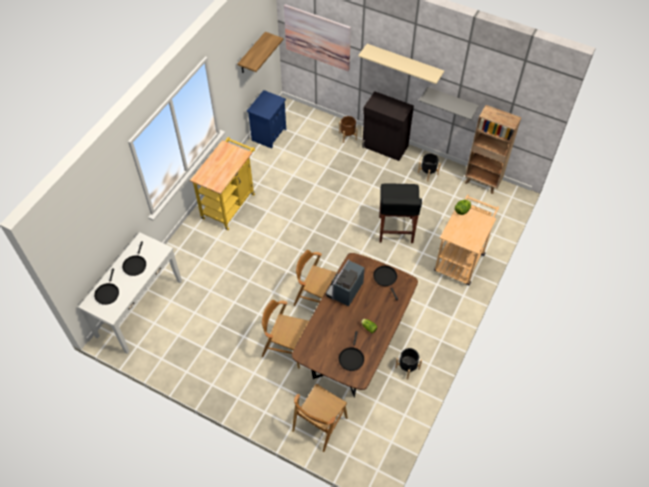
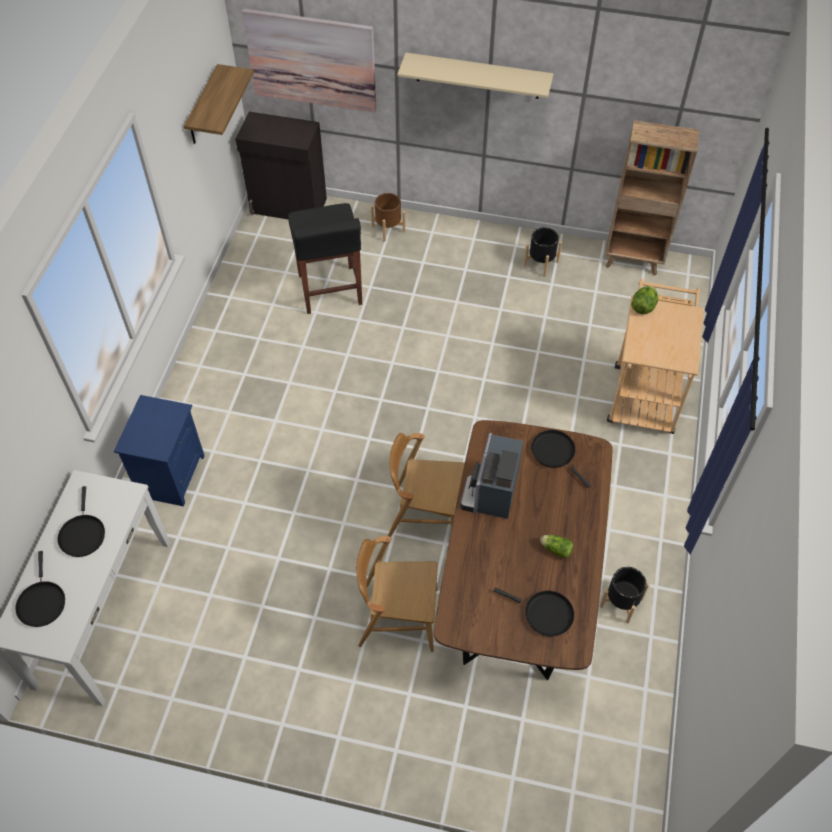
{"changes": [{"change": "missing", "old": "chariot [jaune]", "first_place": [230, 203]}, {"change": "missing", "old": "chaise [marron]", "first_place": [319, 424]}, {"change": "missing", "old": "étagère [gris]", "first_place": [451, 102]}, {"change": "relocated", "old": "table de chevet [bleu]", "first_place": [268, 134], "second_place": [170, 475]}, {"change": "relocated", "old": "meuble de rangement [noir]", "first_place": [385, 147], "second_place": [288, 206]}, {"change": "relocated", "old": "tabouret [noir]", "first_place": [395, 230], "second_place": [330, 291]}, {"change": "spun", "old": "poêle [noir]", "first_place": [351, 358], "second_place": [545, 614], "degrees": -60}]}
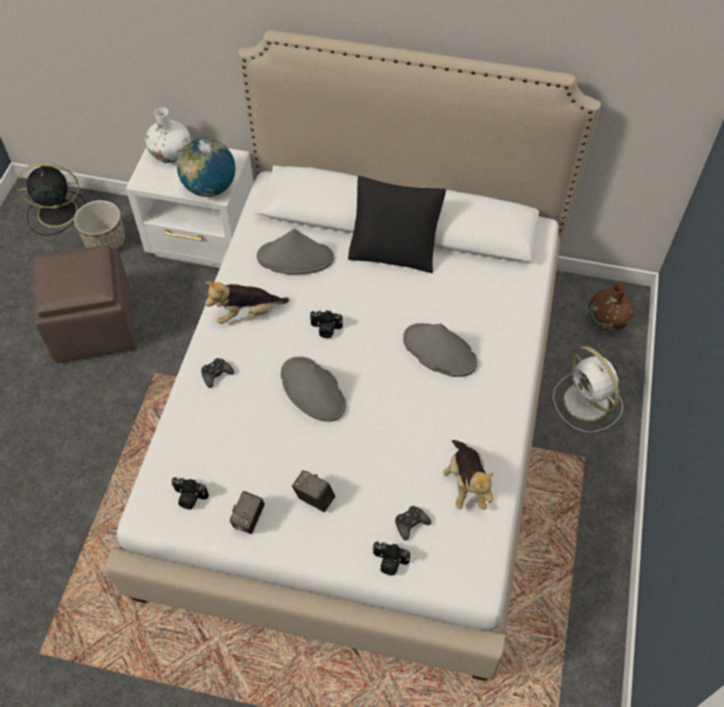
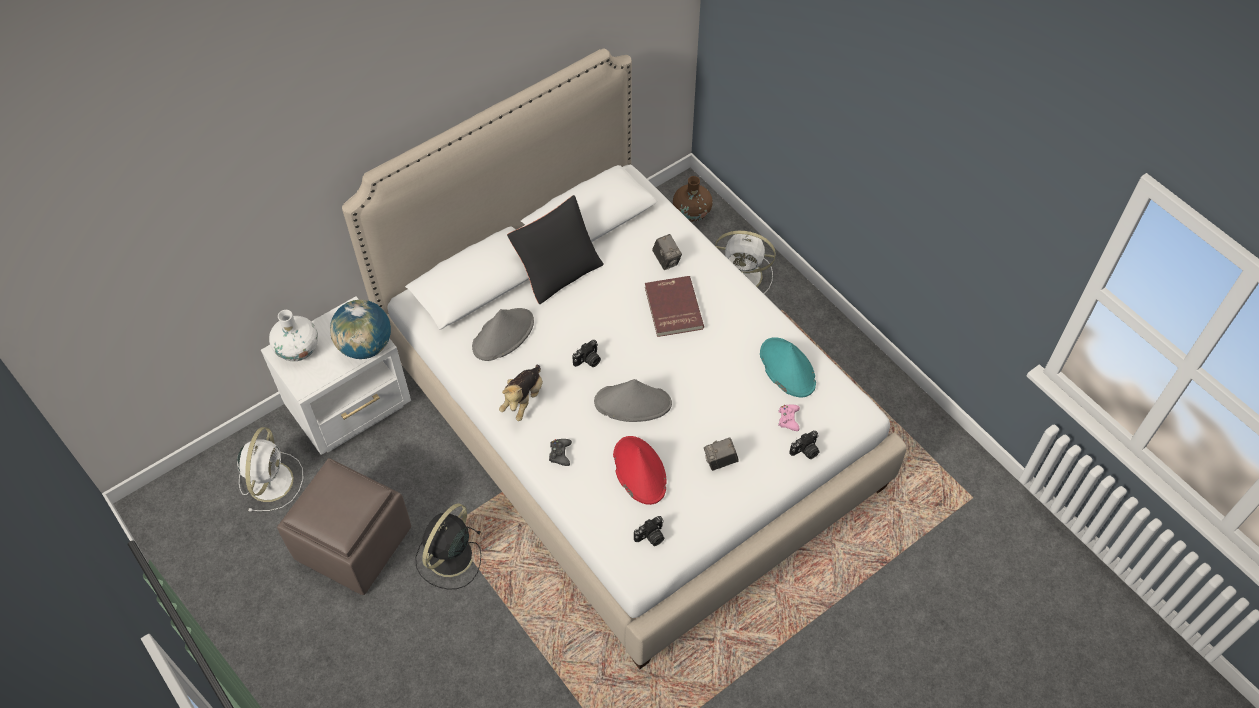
{"changes": [{"change": "appeared", "new": "chapeau [rouge]", "second_place": [639, 470]}, {"change": "relocated", "old": "ventilateur [noir]", "first_place": [55, 212], "second_place": [449, 557]}, {"change": "relocated", "old": "appareil photo", "first_place": [249, 519], "second_place": [666, 260]}, {"change": "exchanged", "old": "cache-pot", "new": "ventilateur [blanc]", "first_place": [106, 242], "second_place": [271, 480]}, {"change": "exchanged", "old": "chapeau [gris]", "new": "livre [rouge]", "first_place": [439, 351], "second_place": [672, 308]}, {"change": "exchanged", "old": "peluche", "new": "chapeau [turquoise]", "first_place": [466, 483], "second_place": [787, 368]}, {"change": "colour", "old": "manette [noir]", "new": "manette [rose]", "first_place": [411, 523], "second_place": [788, 419]}]}
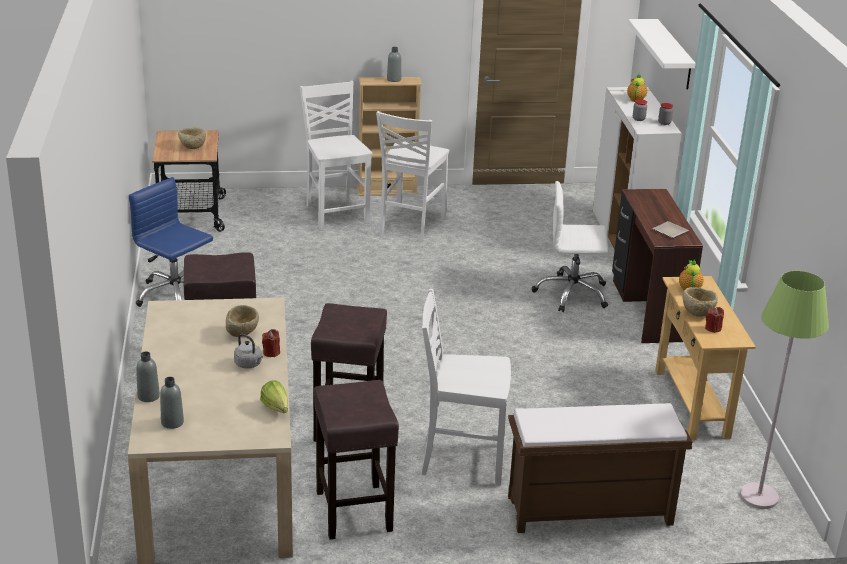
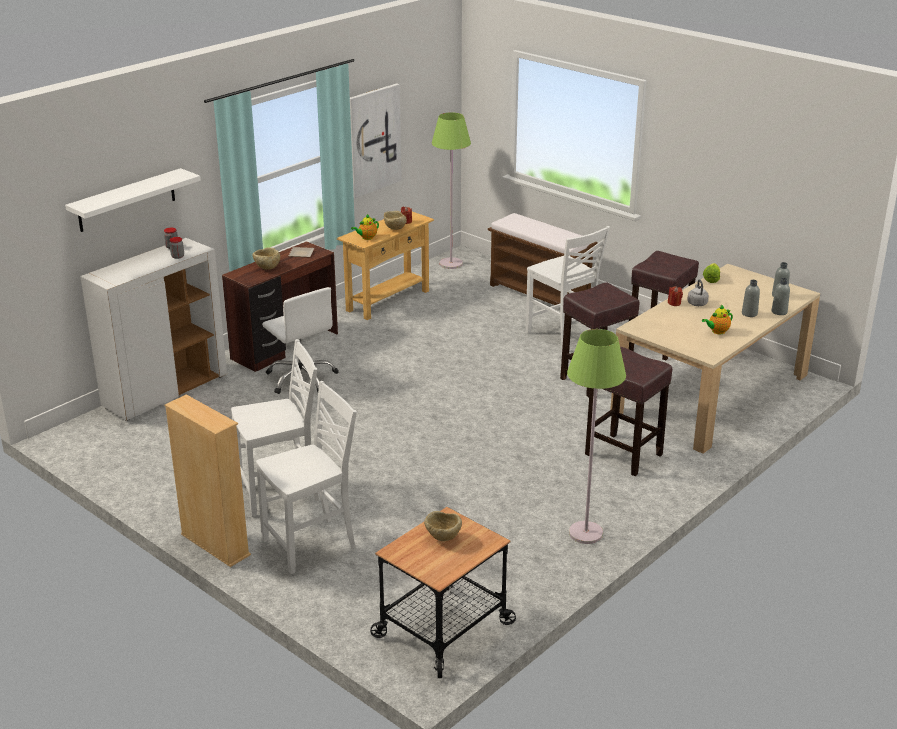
{"changes": [{"change": "appeared", "new": "tableau", "second_place": [373, 140]}, {"change": "relocated", "old": "bol [beige]", "first_place": [242, 334], "second_place": [267, 267]}, {"change": "relocated", "old": "bouteille [gris]", "first_place": [394, 79], "second_place": [749, 314]}, {"change": "relocated", "old": "théière", "first_place": [636, 99], "second_place": [717, 331]}, {"change": "exchanged", "old": "chaise de bureau [bleu]", "new": "lampadaire [vert]", "first_place": [175, 295], "second_place": [585, 533]}, {"change": "spun", "old": "chaise [blanc]", "first_place": [336, 214], "second_place": [311, 545], "degrees": -150}]}
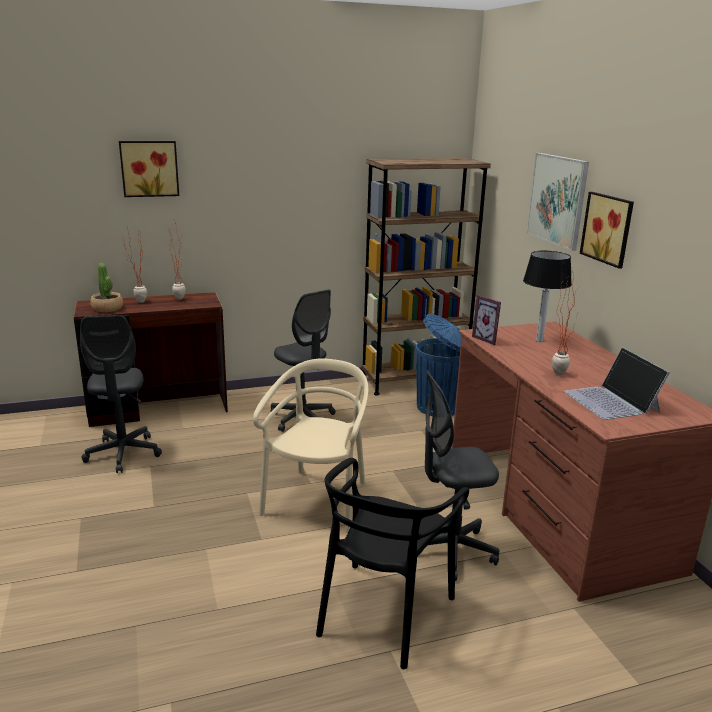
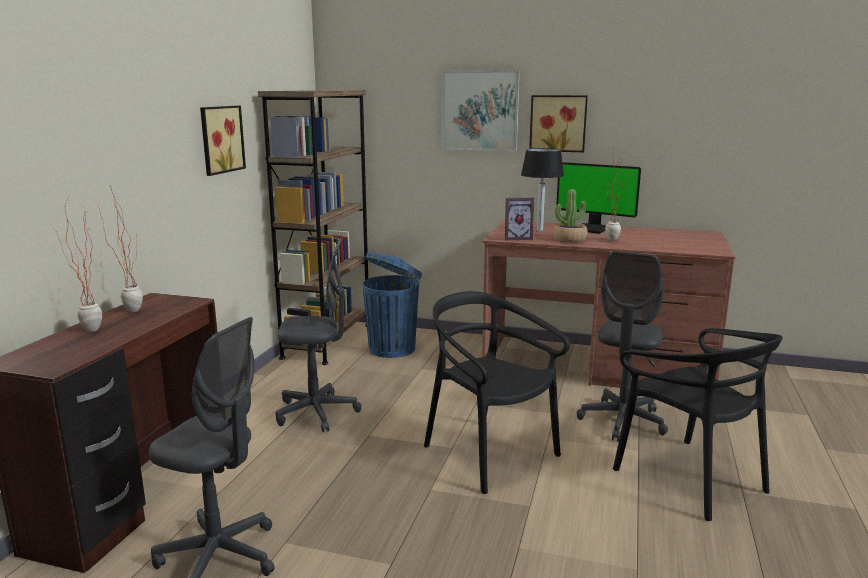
{"changes": [{"change": "missing", "old": "ordinateur portable", "first_place": [612, 401]}, {"change": "appeared", "new": "écran d'ordinateur", "second_place": [591, 229]}, {"change": "relocated", "old": "plante en pot", "first_place": [107, 308], "second_place": [569, 239]}, {"change": "relocated", "old": "tableau", "first_place": [149, 168], "second_place": [220, 139]}, {"change": "colour", "old": "chaise [beige]", "new": "chaise [noir]", "first_place": [318, 500], "second_place": [489, 454]}]}
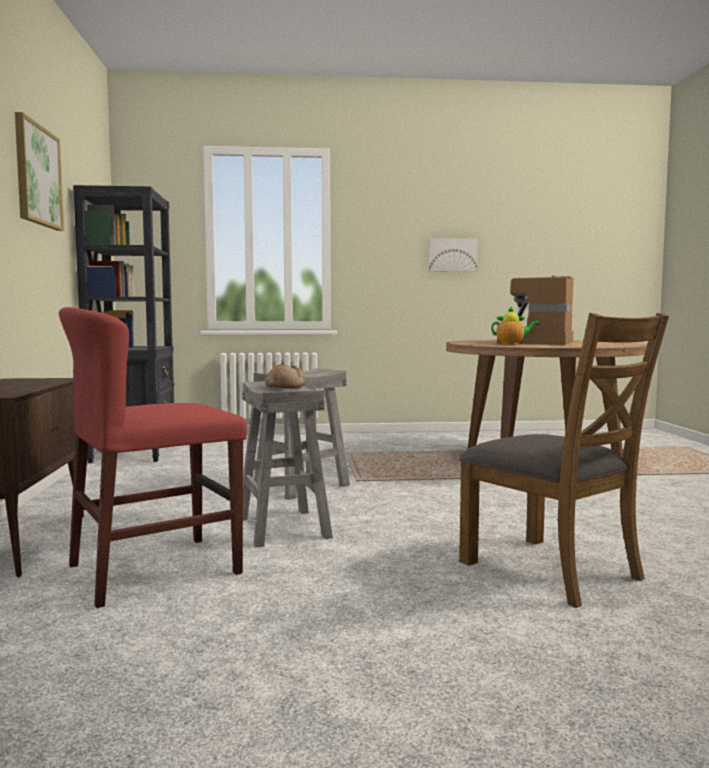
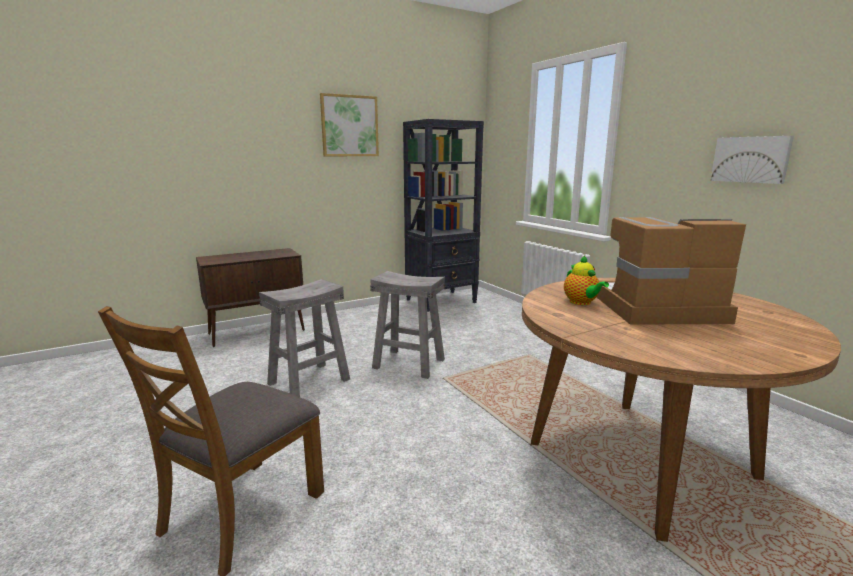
{"changes": [{"change": "missing", "old": "chaise [rouge]", "first_place": [155, 569]}, {"change": "missing", "old": "pain", "first_place": [286, 386]}]}
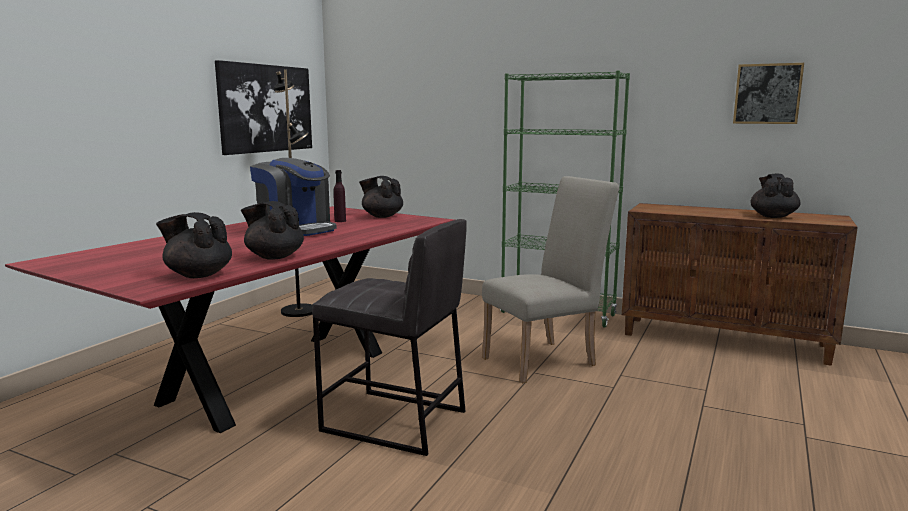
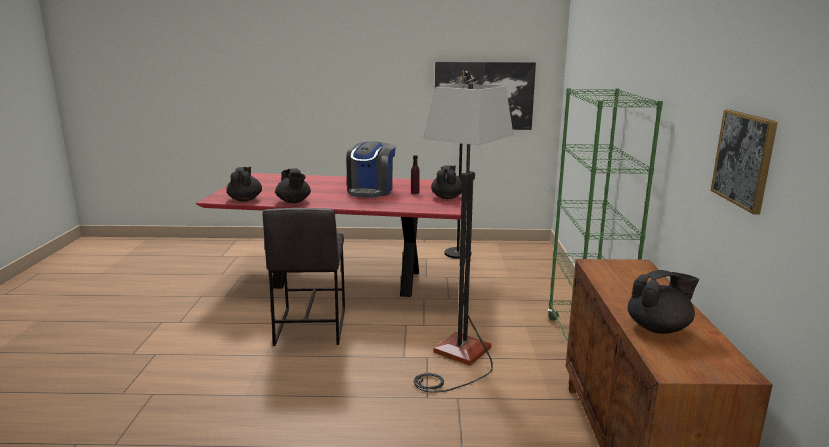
{"changes": [{"change": "exchanged", "old": "chaise [beige]", "new": "lampadaire", "first_place": [546, 360], "second_place": [458, 358]}, {"change": "spun", "old": "théière [noir]", "first_place": [274, 257], "second_place": [294, 202], "degrees": 150}]}
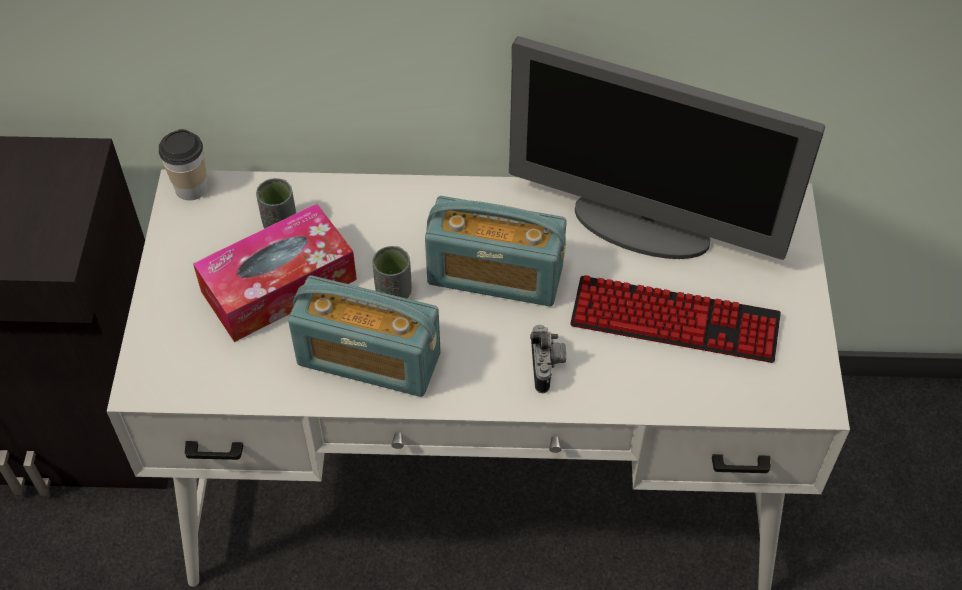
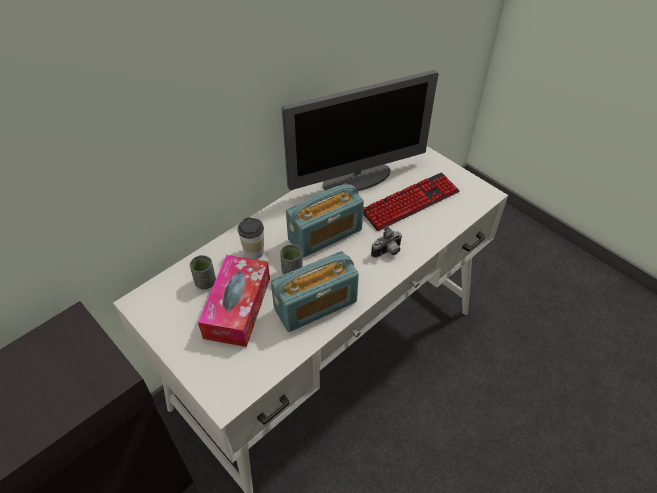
{"changes": [{"change": "relocated", "old": "tasse", "first_place": [191, 188], "second_place": [254, 252]}, {"change": "spun", "old": "appareil photo", "first_place": [547, 366], "second_place": [387, 252], "degrees": 105}]}
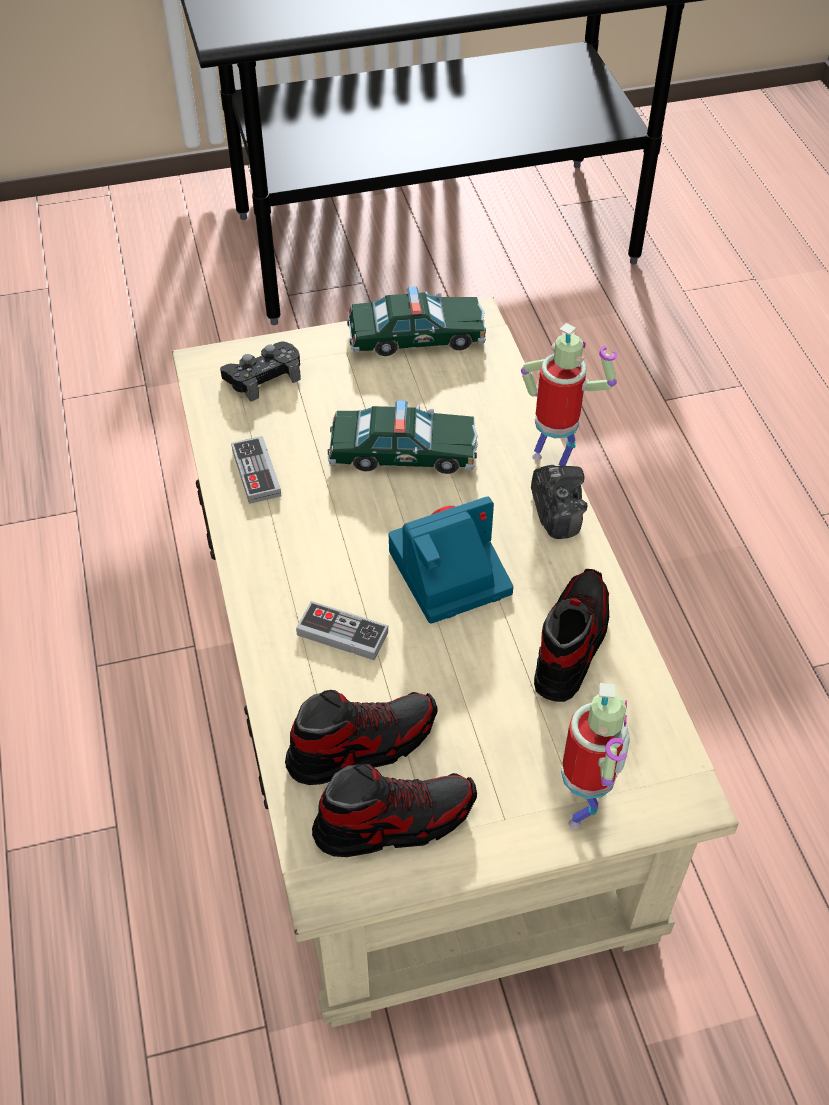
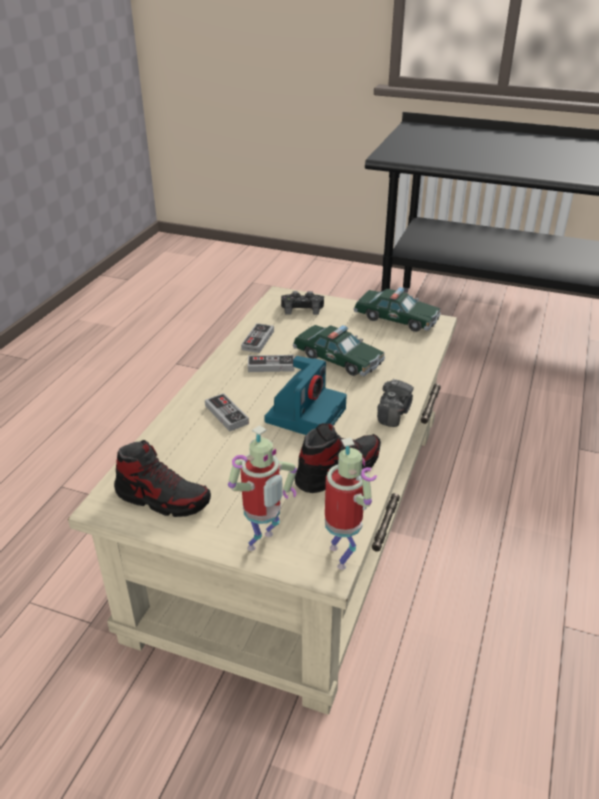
{"changes": [{"change": "missing", "old": "chaussure", "first_place": [362, 745]}, {"change": "appeared", "new": "manette", "second_place": [271, 366]}, {"change": "relocated", "old": "robot jouet", "first_place": [553, 460], "second_place": [343, 556]}, {"change": "spun", "old": "appareil photo", "first_place": [447, 574], "second_place": [305, 414], "degrees": 105}]}
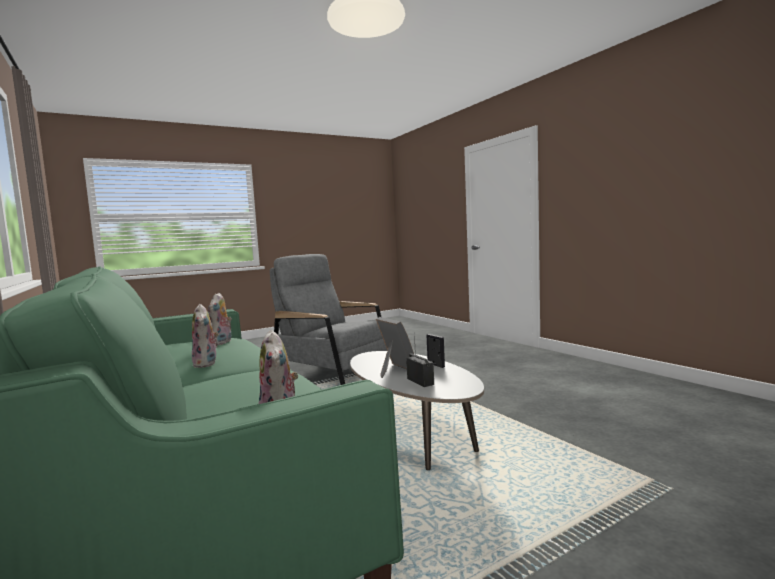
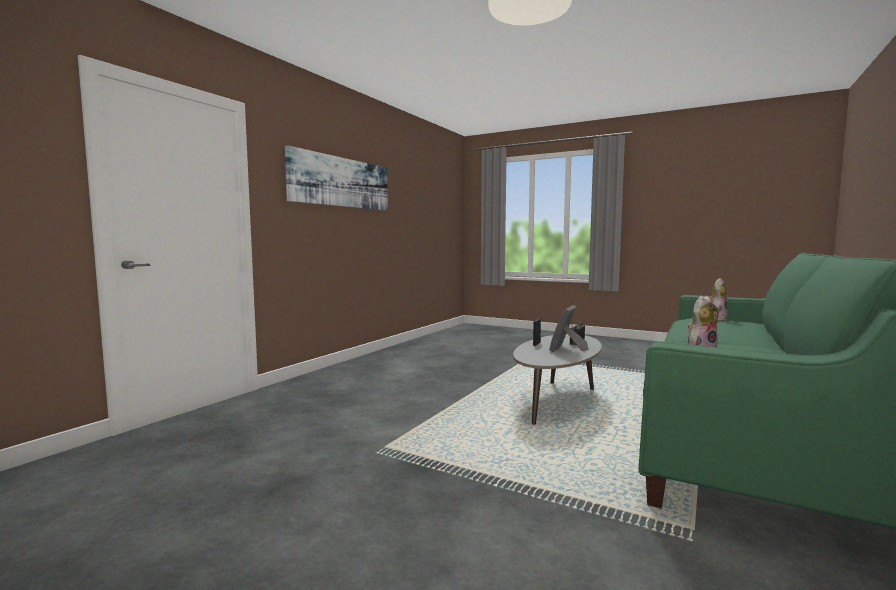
{"changes": [{"change": "missing", "old": "peluche", "first_place": [207, 363]}, {"change": "missing", "old": "fauteuil [gris]", "first_place": [333, 370]}, {"change": "appeared", "new": "tableau", "second_place": [341, 182]}]}
